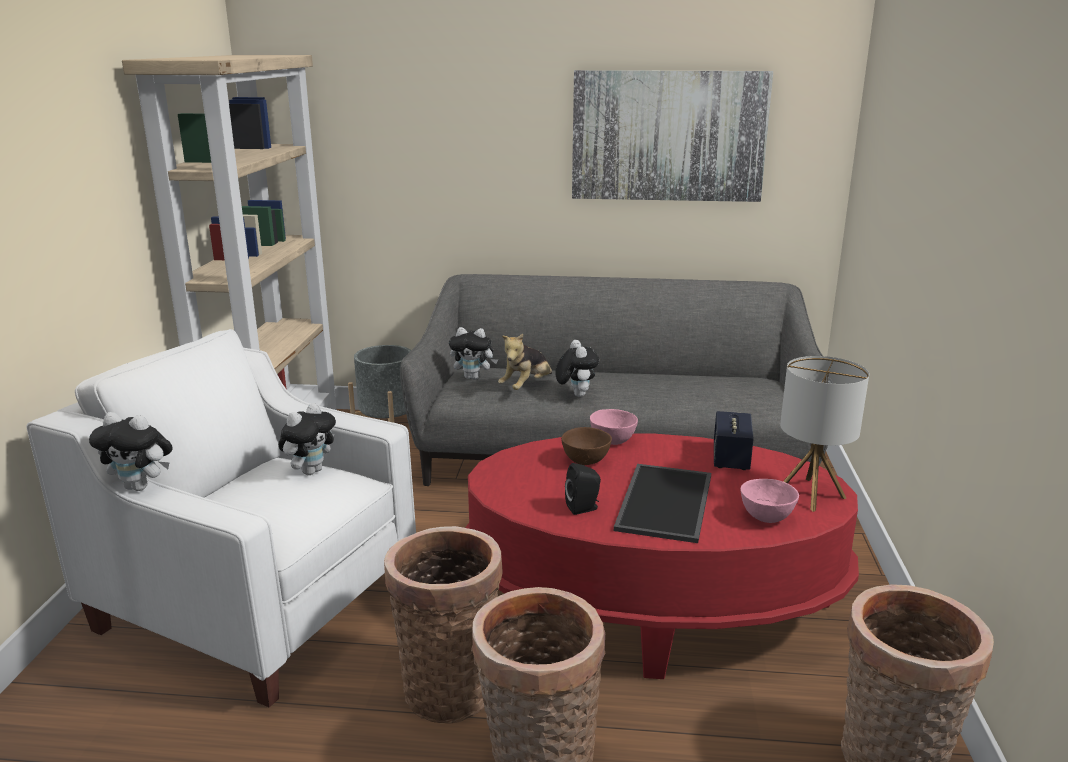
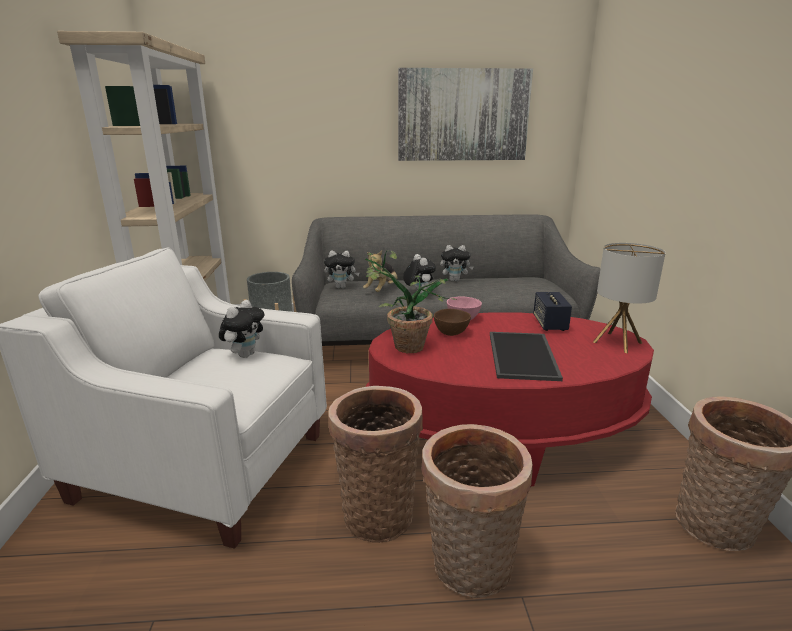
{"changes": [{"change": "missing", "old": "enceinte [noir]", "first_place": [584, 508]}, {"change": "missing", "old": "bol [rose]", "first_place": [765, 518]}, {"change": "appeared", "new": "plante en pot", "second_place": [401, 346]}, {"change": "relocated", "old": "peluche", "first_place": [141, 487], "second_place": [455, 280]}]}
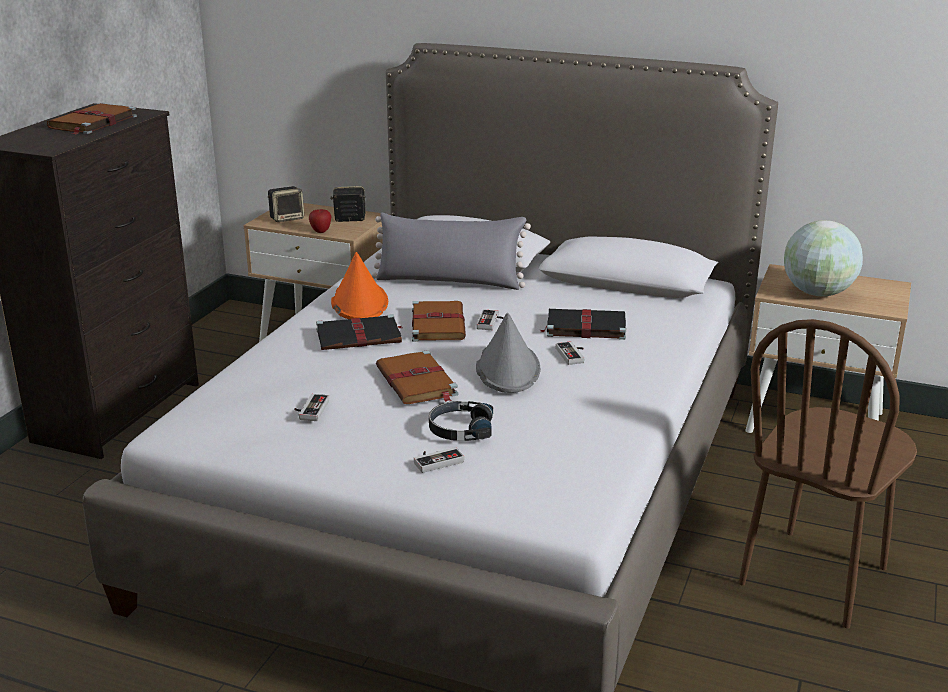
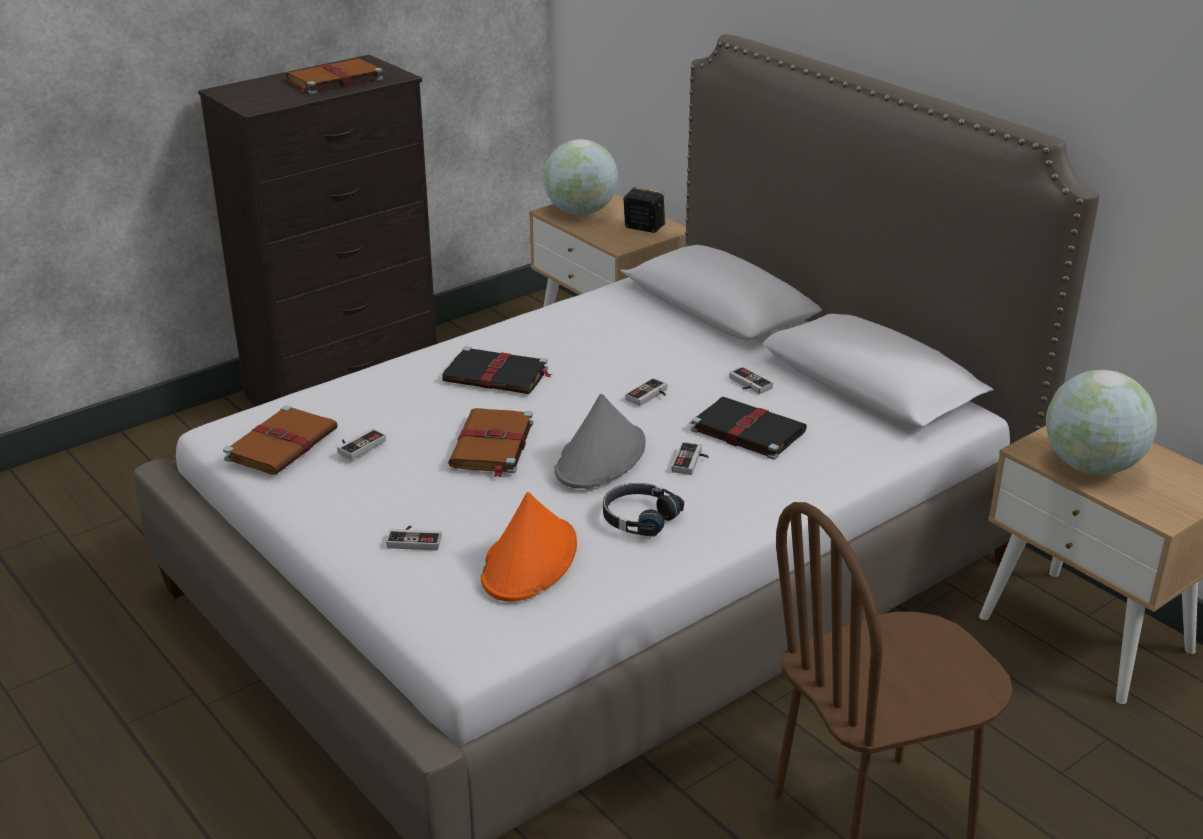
{"changes": [{"change": "missing", "old": "pomme", "first_place": [320, 231]}, {"change": "missing", "old": "coussin [gris]", "first_place": [449, 281]}, {"change": "appeared", "new": "manette", "second_place": [747, 384]}, {"change": "relocated", "old": "chapeau [orange]", "first_place": [359, 303], "second_place": [529, 561]}, {"change": "relocated", "old": "livre [marron]", "first_place": [437, 323], "second_place": [283, 443]}, {"change": "relocated", "old": "casque audio [noir]", "first_place": [460, 430], "second_place": [639, 518]}, {"change": "exchanged", "old": "enceinte", "new": "globe", "first_place": [287, 218], "second_place": [580, 212]}]}
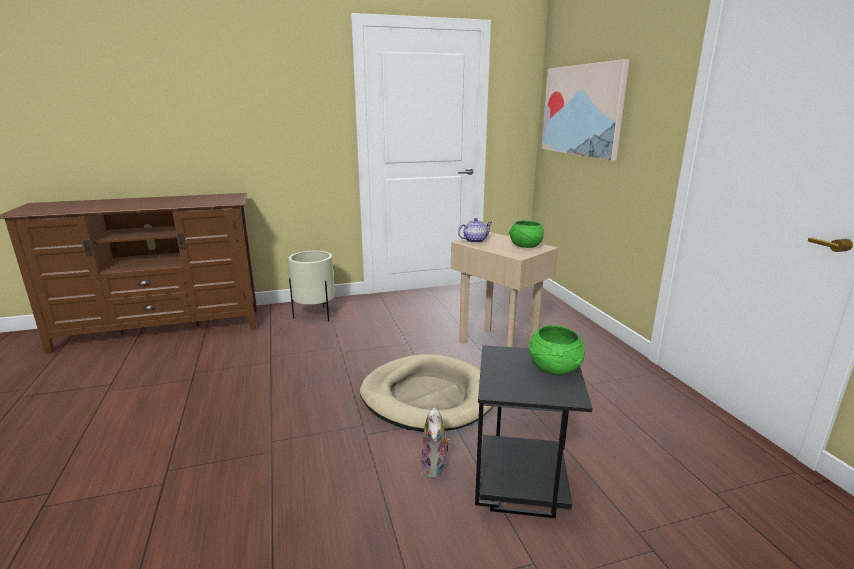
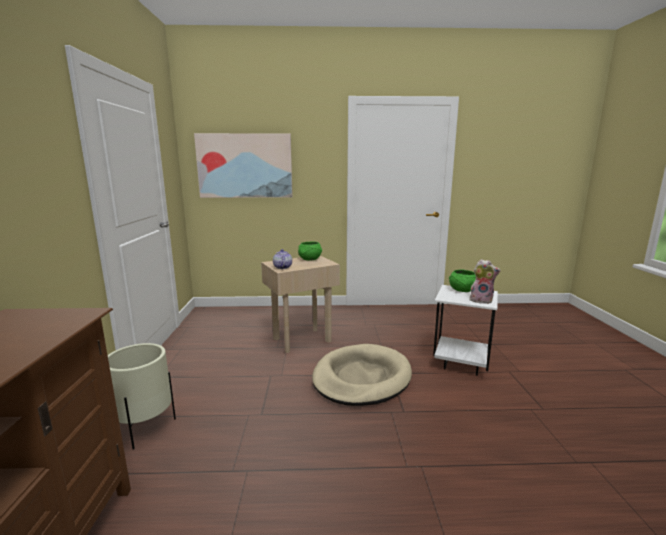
{"changes": [{"change": "relocated", "old": "peluche", "first_place": [435, 468], "second_place": [481, 300]}, {"change": "colour", "old": "table d'appoint [noir]", "new": "table d'appoint [blanc]", "first_place": [523, 492], "second_place": [461, 364]}]}
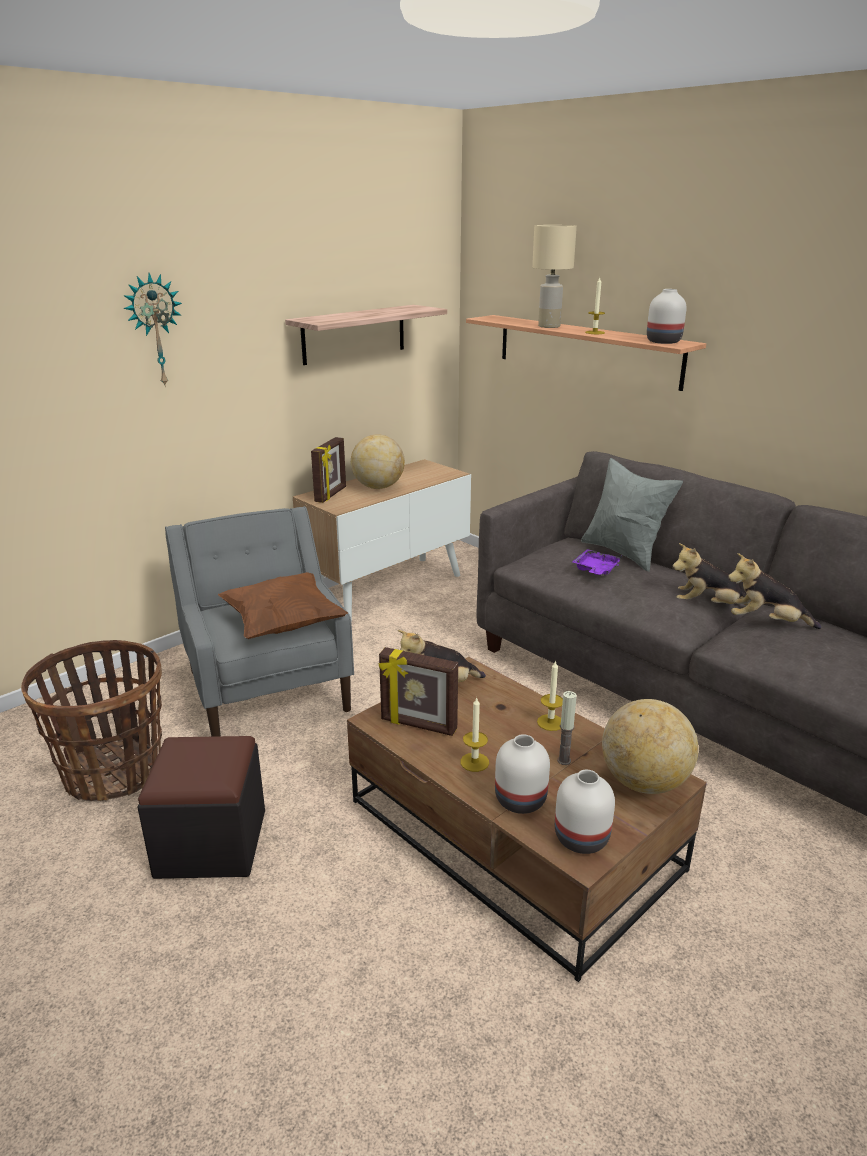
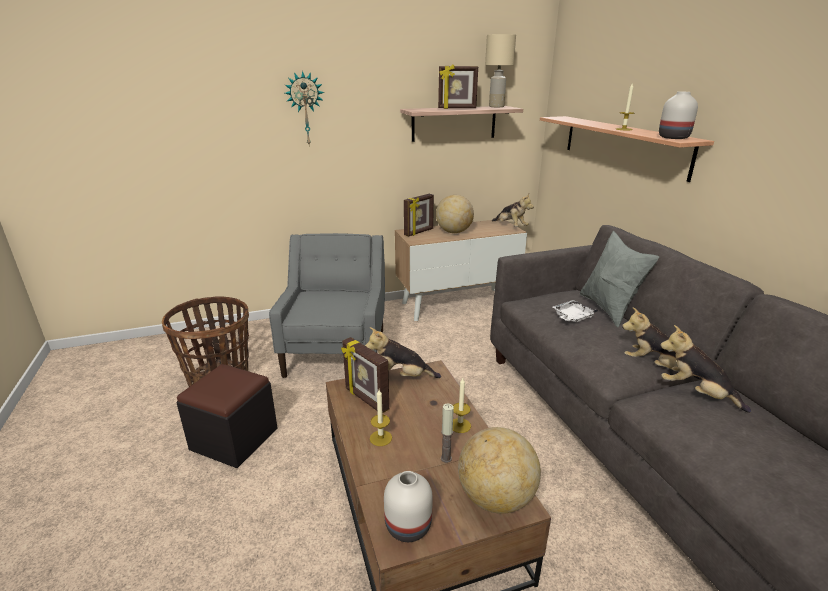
{"changes": [{"change": "missing", "old": "coussin [marron]", "first_place": [283, 624]}, {"change": "missing", "old": "vase [blanc]", "first_place": [522, 800]}, {"change": "appeared", "new": "cadre photo", "second_place": [457, 108]}, {"change": "appeared", "new": "peluche", "second_place": [510, 227]}, {"change": "relocated", "old": "lampe de table [beige]", "first_place": [548, 326], "second_place": [496, 106]}, {"change": "colour", "old": "plateau [violet]", "new": "plateau [blanc]", "first_place": [596, 570], "second_place": [572, 317]}]}
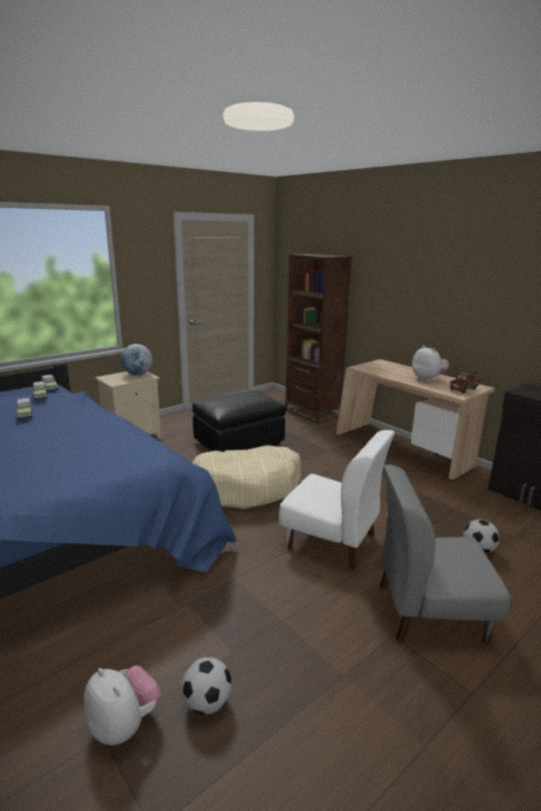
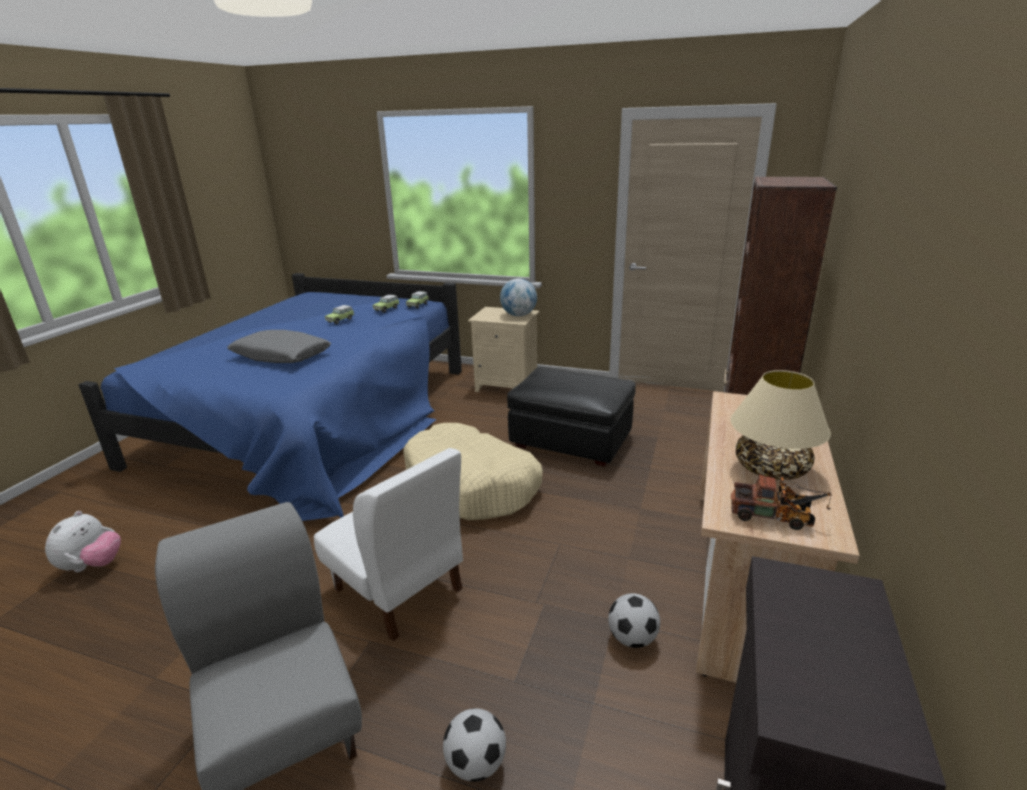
{"changes": [{"change": "appeared", "new": "coussin [gris]", "second_place": [281, 356]}, {"change": "relocated", "old": "ballon de foot", "first_place": [207, 703], "second_place": [632, 638]}, {"change": "exchanged", "old": "peluche", "new": "lampe de table [beige]", "first_place": [428, 379], "second_place": [770, 468]}, {"change": "spun", "old": "chaise [blanc]", "first_place": [332, 541], "second_place": [398, 590], "degrees": -45}]}
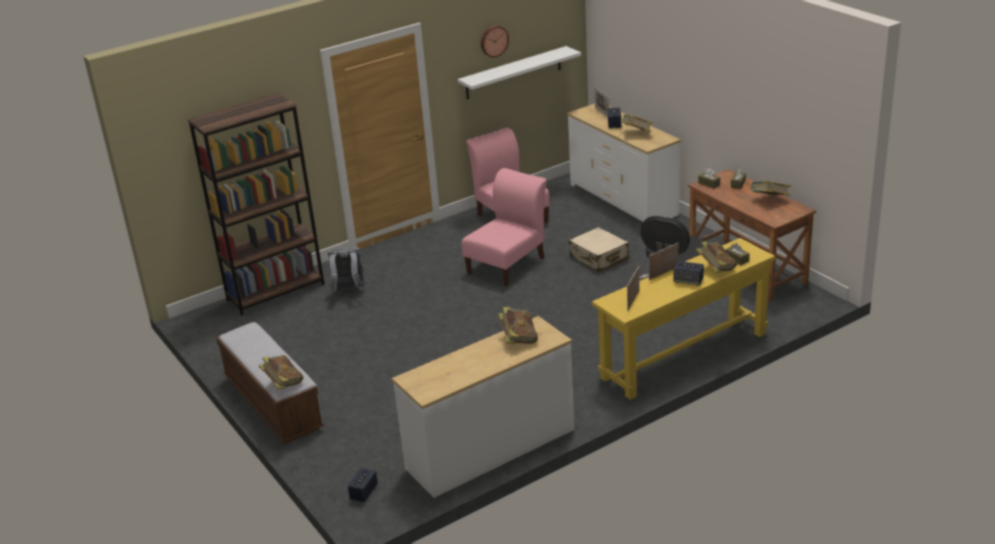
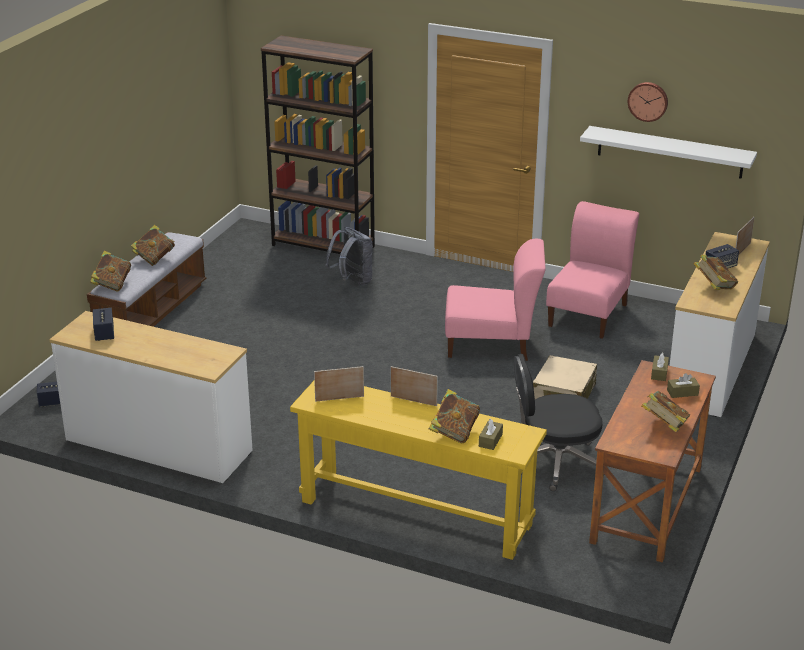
{"changes": [{"change": "relocated", "old": "livre", "first_place": [518, 339], "second_place": [154, 258]}, {"change": "relocated", "old": "enceinte", "first_place": [688, 281], "second_place": [104, 333]}]}
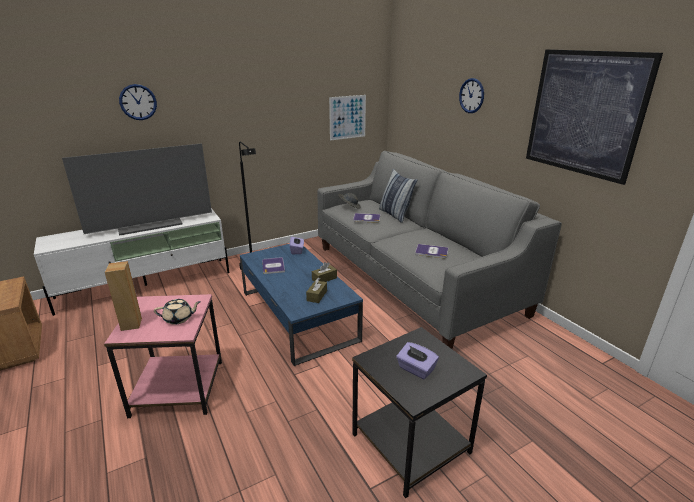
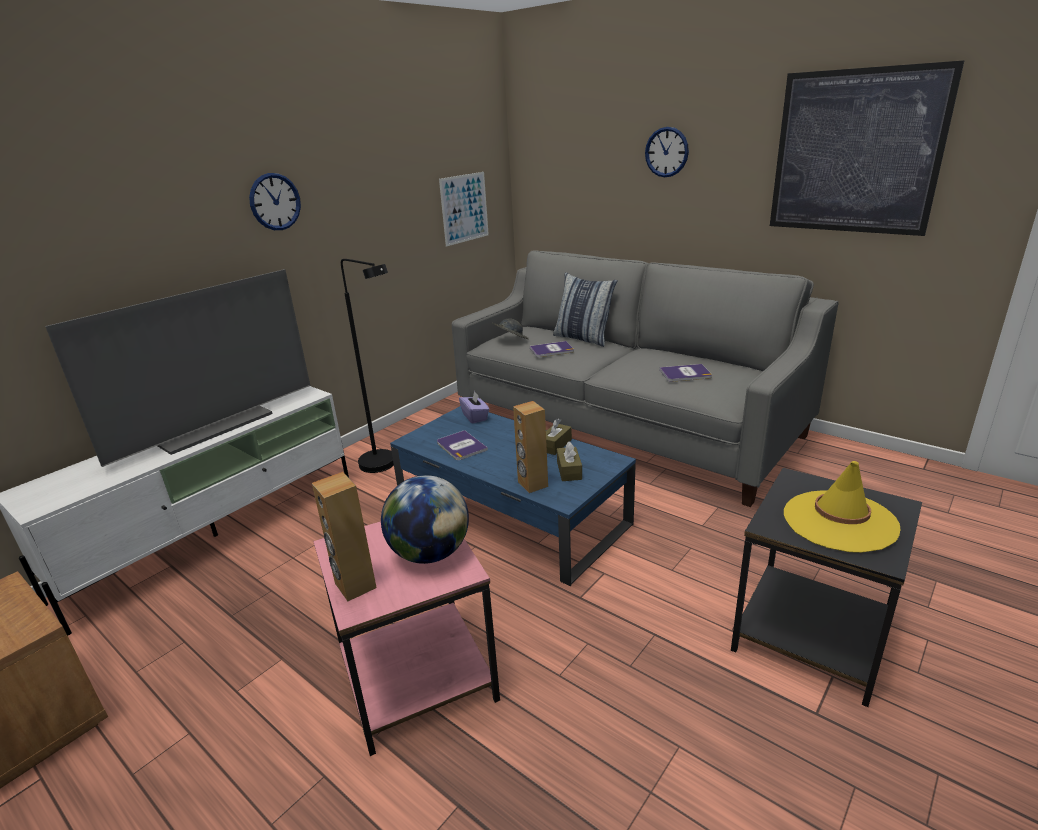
{"changes": [{"change": "appeared", "new": "enceinte [marron]", "second_place": [532, 484]}, {"change": "relocated", "old": "horloge murale", "first_place": [138, 102], "second_place": [275, 202]}, {"change": "exchanged", "old": "théière [beige]", "new": "globe", "first_place": [179, 318], "second_place": [430, 553]}, {"change": "exchanged", "old": "boîte à mouchoirs [violet]", "new": "chapeau [jaune]", "first_place": [416, 369], "second_place": [839, 521]}]}
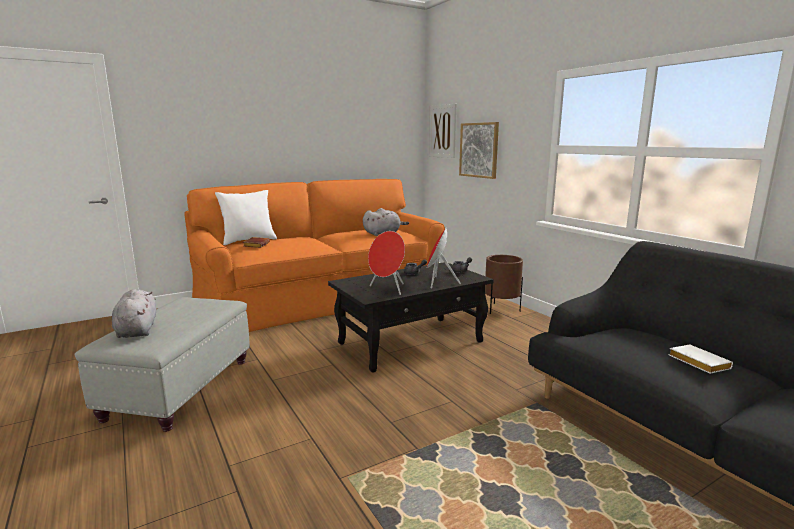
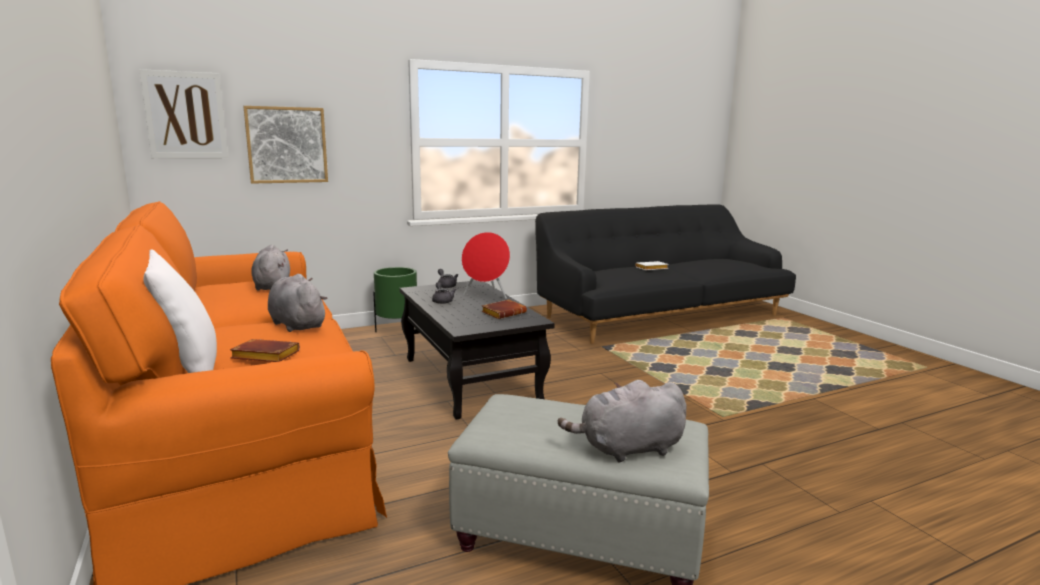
{"changes": [{"change": "appeared", "new": "peluche [gris]", "second_place": [296, 324]}, {"change": "exchanged", "old": "enceinte [rouge]", "new": "livre [marron]", "first_place": [388, 289], "second_place": [504, 313]}, {"change": "colour", "old": "cache-pot [marron]", "new": "cache-pot [vert]", "first_place": [501, 309], "second_place": [397, 331]}]}
